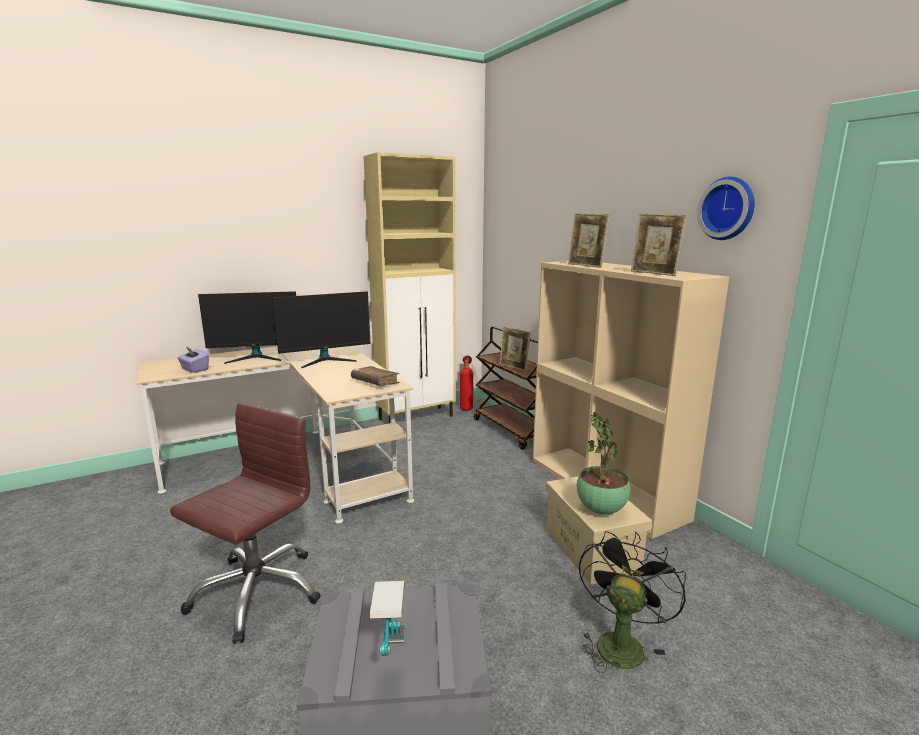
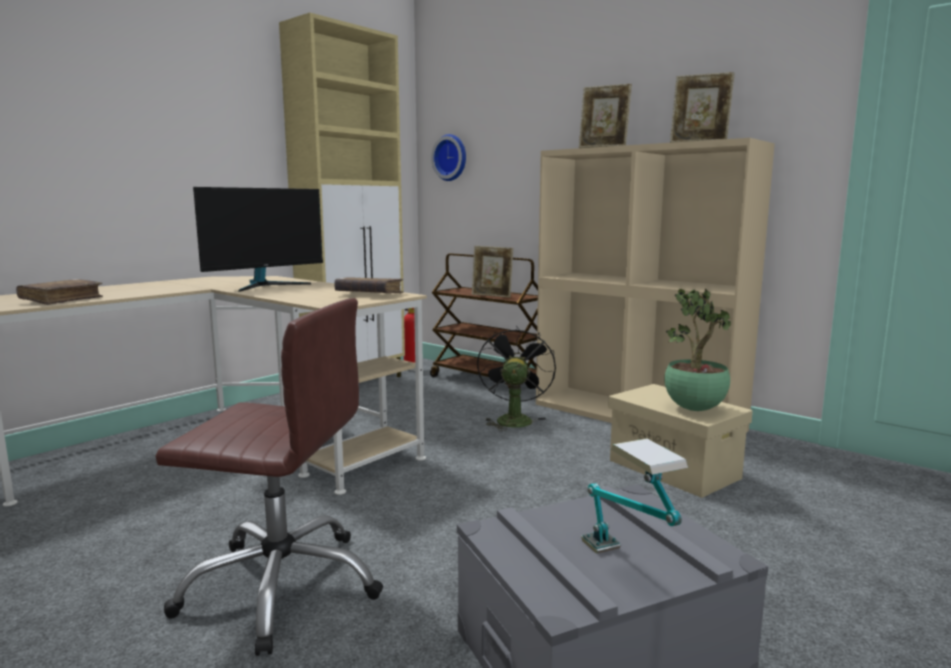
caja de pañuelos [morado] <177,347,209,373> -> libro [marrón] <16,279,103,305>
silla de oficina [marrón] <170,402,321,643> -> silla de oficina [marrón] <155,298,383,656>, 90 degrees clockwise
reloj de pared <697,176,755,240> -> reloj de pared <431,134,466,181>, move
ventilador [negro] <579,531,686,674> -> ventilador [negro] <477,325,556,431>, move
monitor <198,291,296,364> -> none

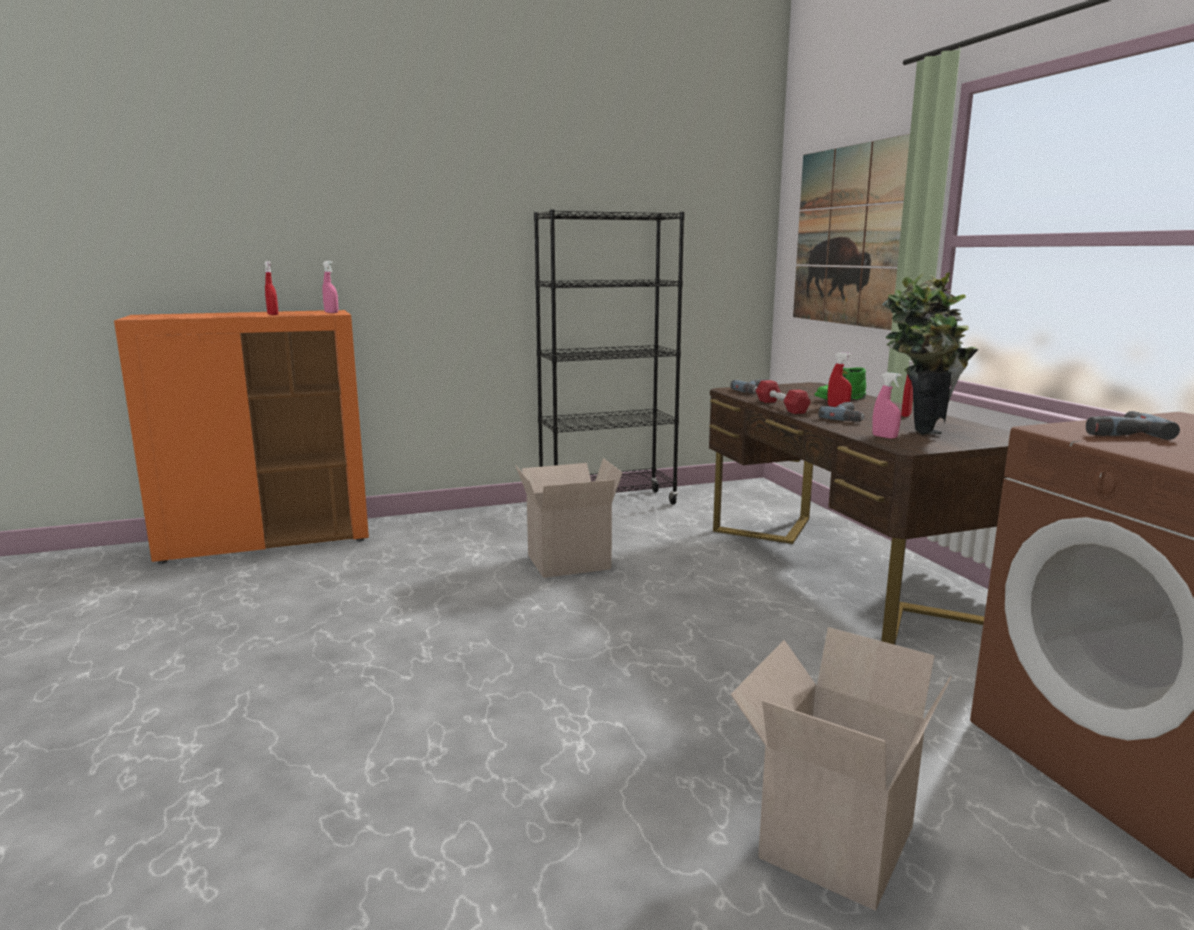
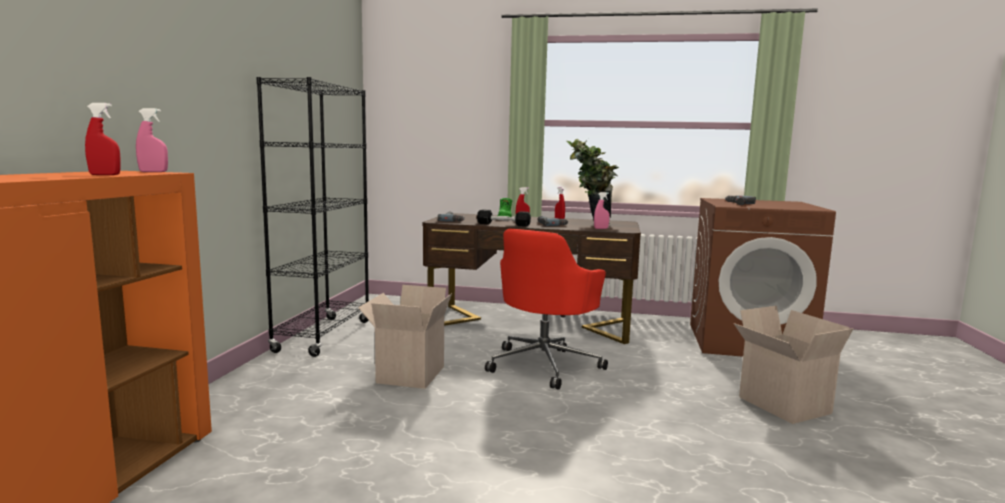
mancuerna [rojo] <756,380,811,414> -> mancuerna [negro] <477,209,531,227>
none -> silla de oficina [rojo] <485,229,608,390>
cuadro <793,134,910,330> -> none

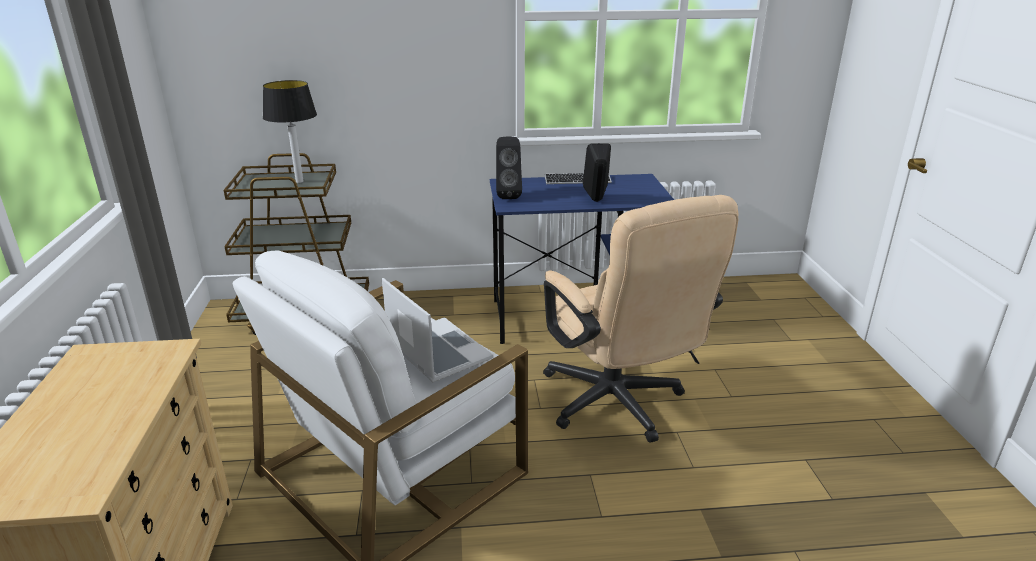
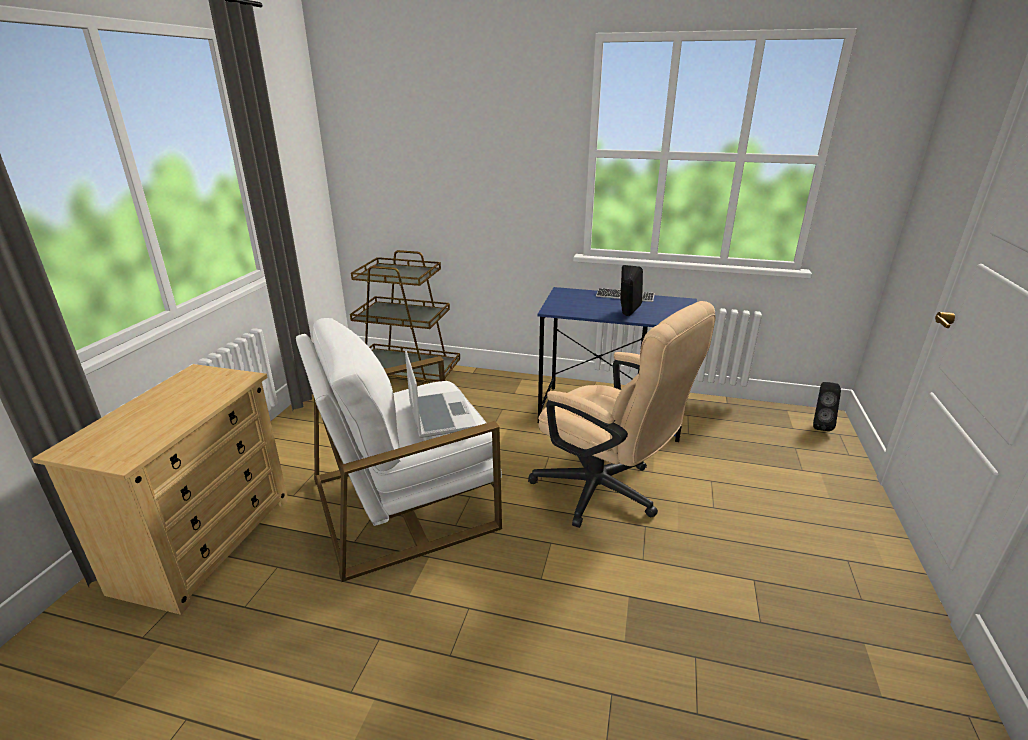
silla de oficina [beis] <543,195,739,442> -> silla de oficina [beis] <528,301,716,528>, 45 degrees counterclockwise
altavoz [negro] <496,137,522,199> -> altavoz [negro] <813,382,841,431>, move
lámpara de mesa <263,80,317,183> -> none

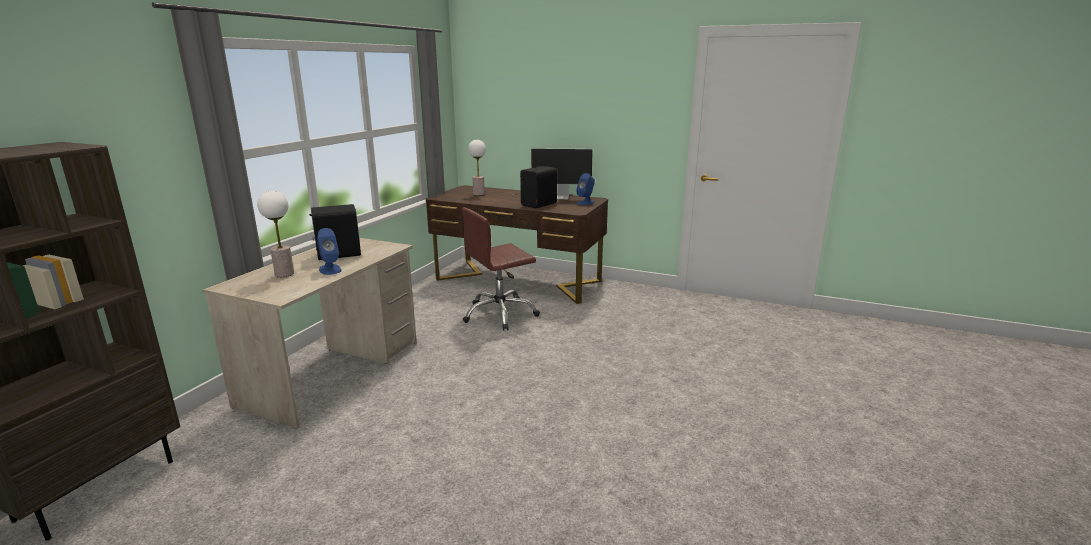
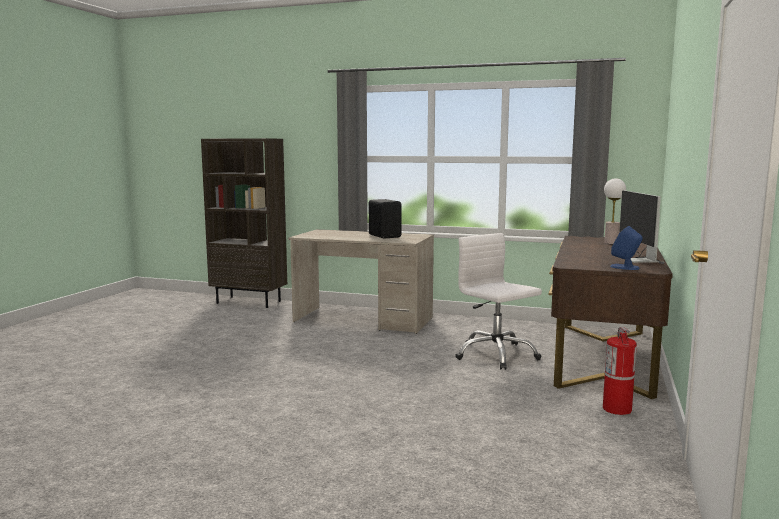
silla de oficina [marrón] <462,207,540,331> -> silla de oficina [blanco] <455,233,542,370>
none -> extintor <603,327,637,415>
lámpara de mesa <257,191,294,277> -> none
altavoz [azul] <317,228,342,275> -> none
altavoz [negro] <520,166,557,208> -> none

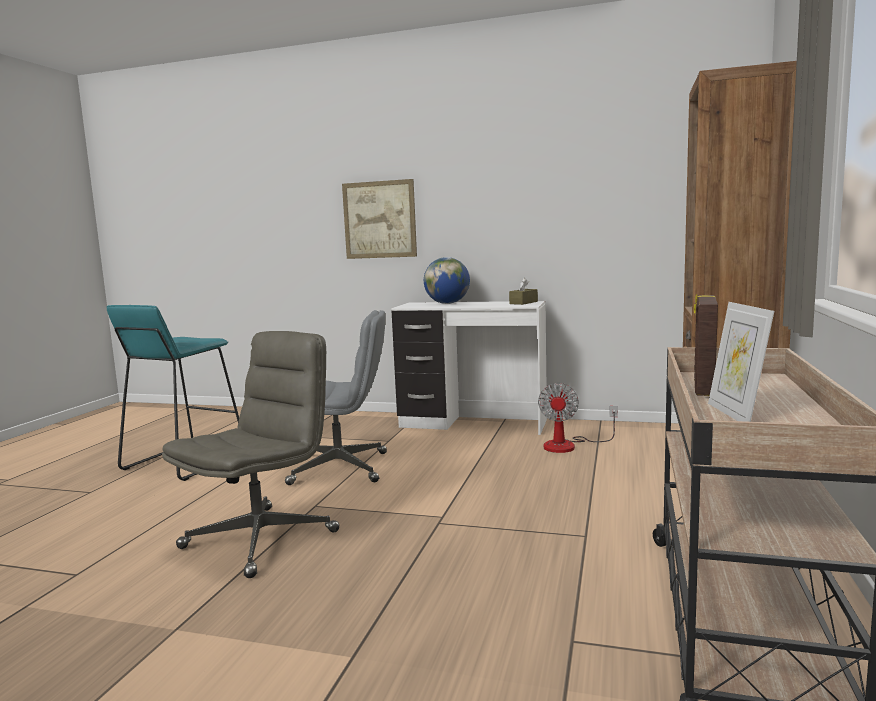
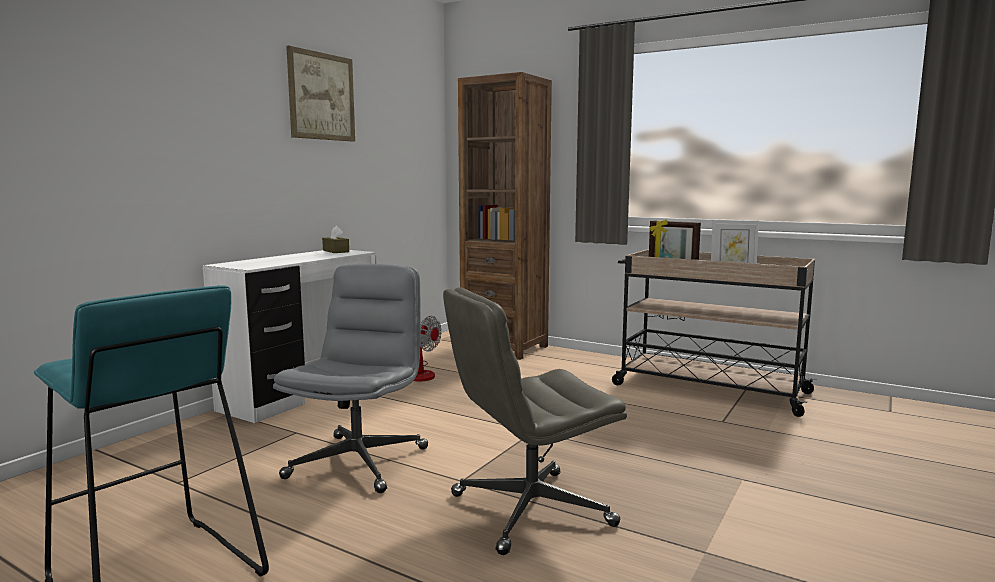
cuadro <342,179,417,259> -> cuadro <286,45,355,142>, move
silla de oficina [gris] <162,331,340,578> -> silla de oficina [gris] <443,287,627,555>, 75 degrees counterclockwise
globo terráqueo <424,257,470,304> -> none

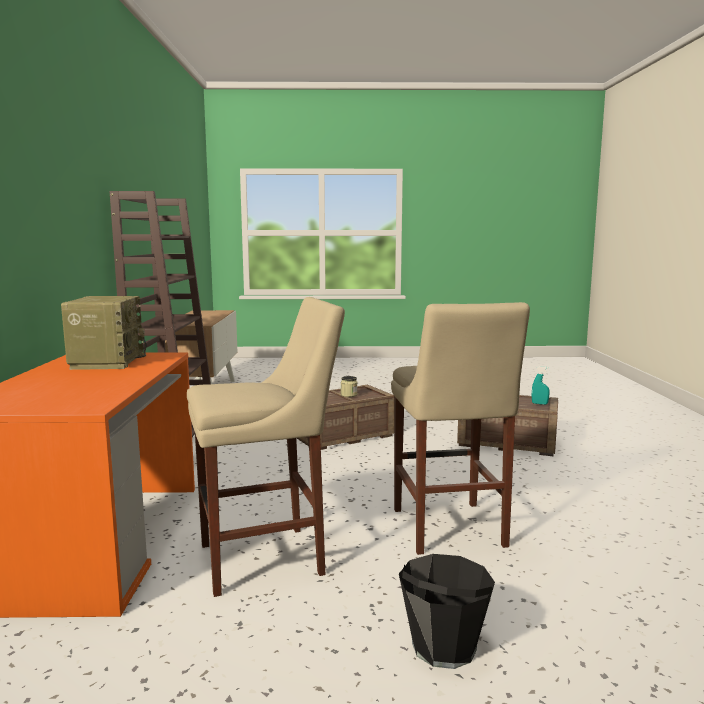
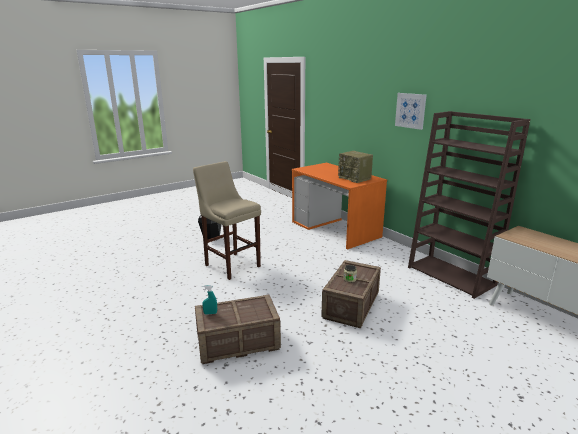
none -> cuadro <395,93,427,130>
taburete [beis] <187,297,345,597> -> none

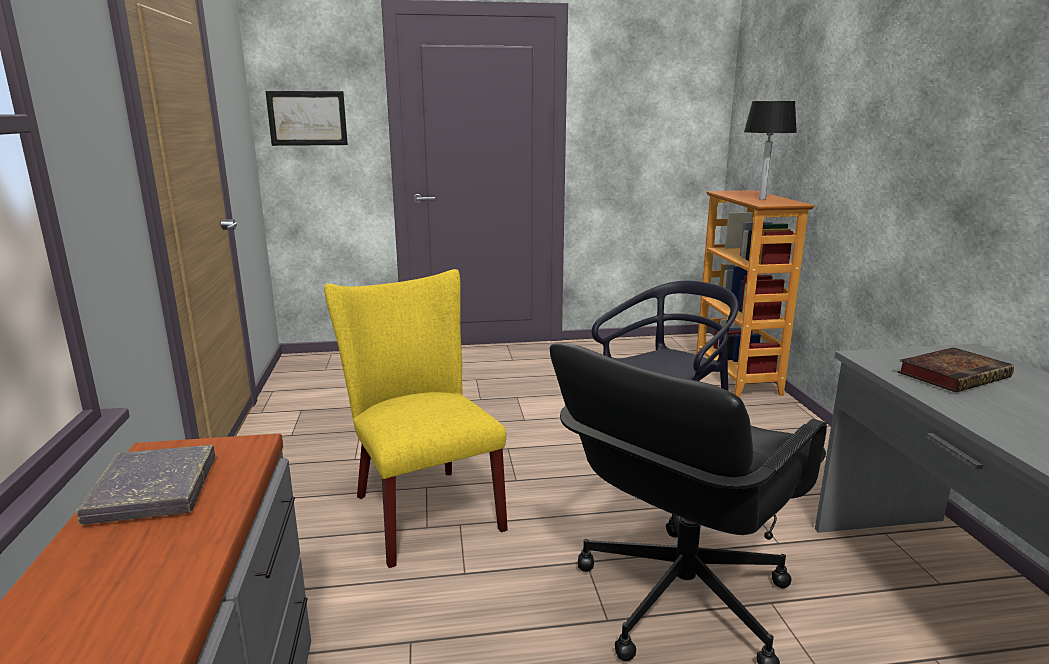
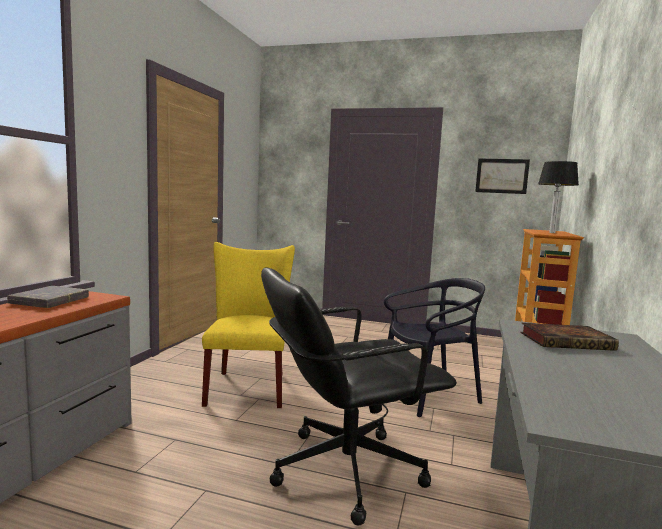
cuadro <265,91,348,146> -> cuadro <475,159,530,194>, move

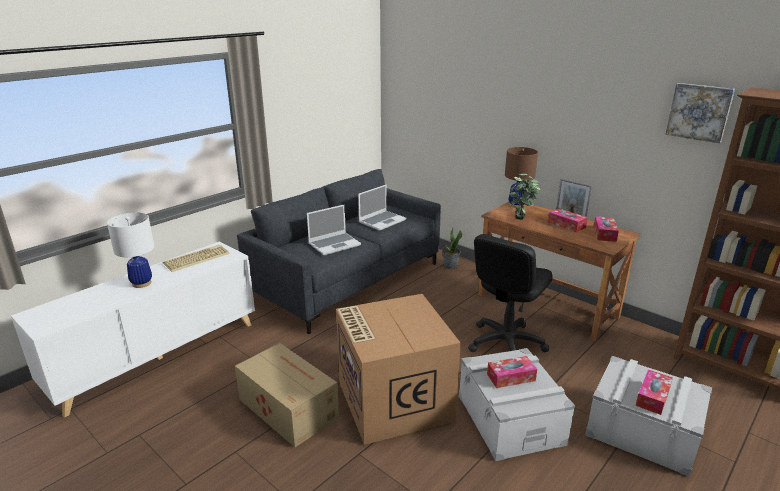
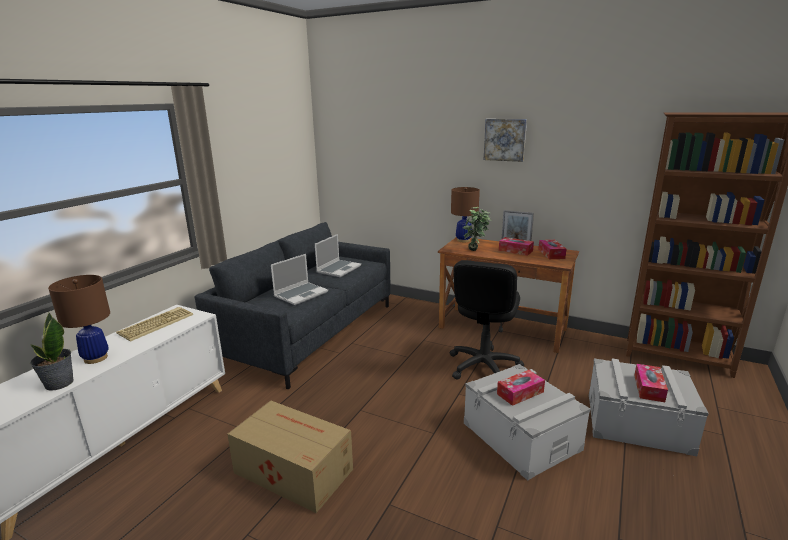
planta en maceta <442,227,462,269> -> planta en maceta <30,313,74,391>, move
lámpara de mesa [blanco] <107,212,154,288> -> lámpara de mesa [marrón] <48,275,110,364>
cuadro <665,83,735,143> -> cuadro <484,119,527,162>, move
caja de cartón <336,294,461,445> -> none

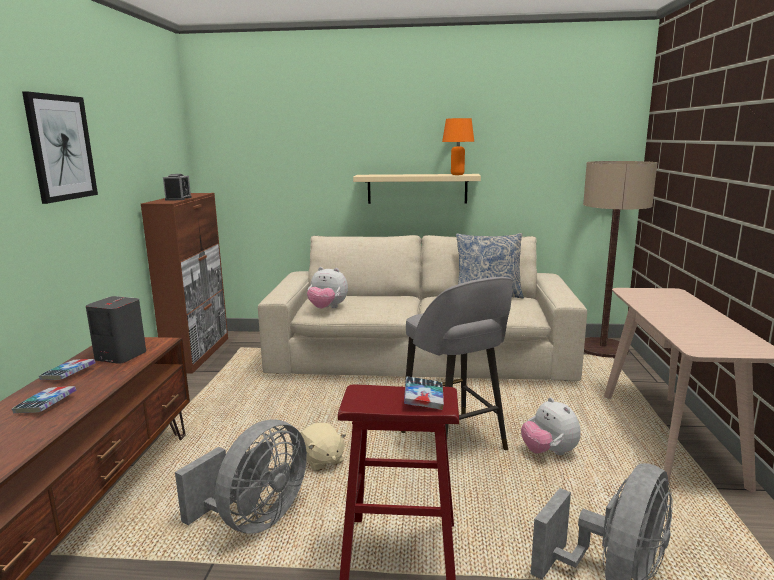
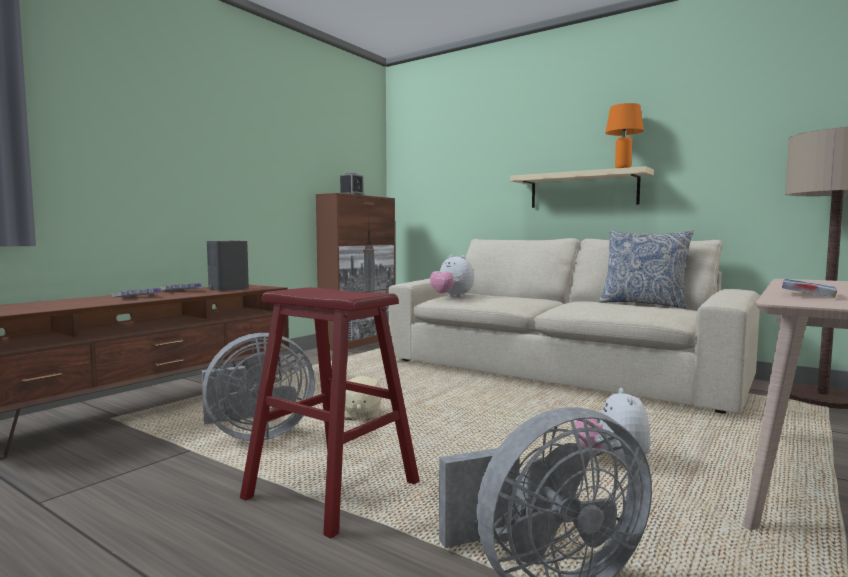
libro <404,377,444,410> -> libro <782,279,837,298>, move
cuadro <22,91,98,204> -> none
taburete [gris] <401,277,512,450> -> none

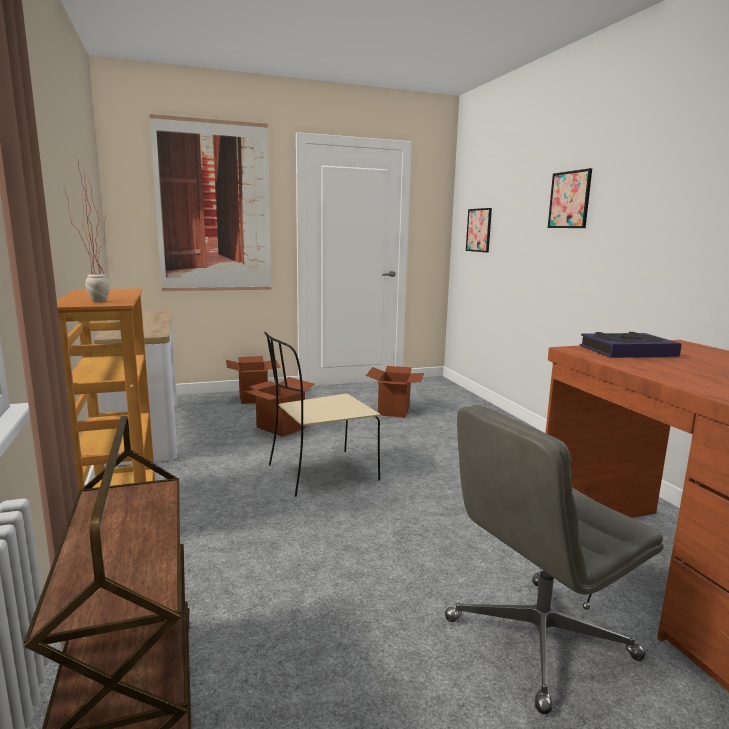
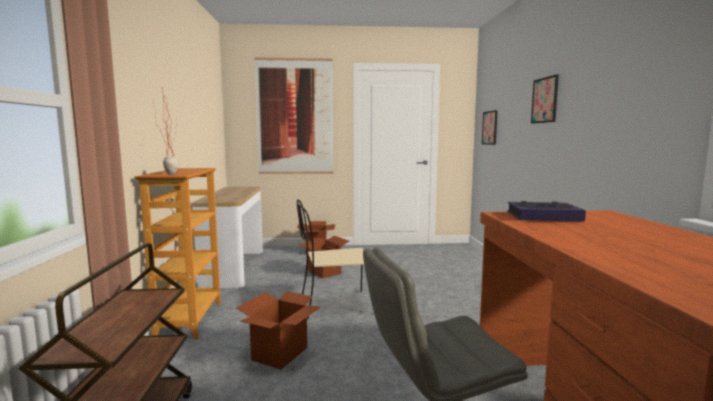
caja de cartón <366,366,424,418> -> caja de cartón <236,291,321,369>, move

